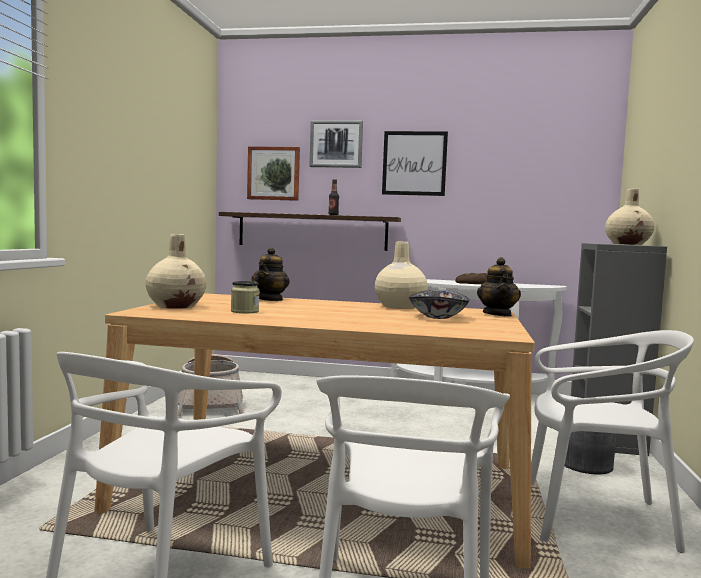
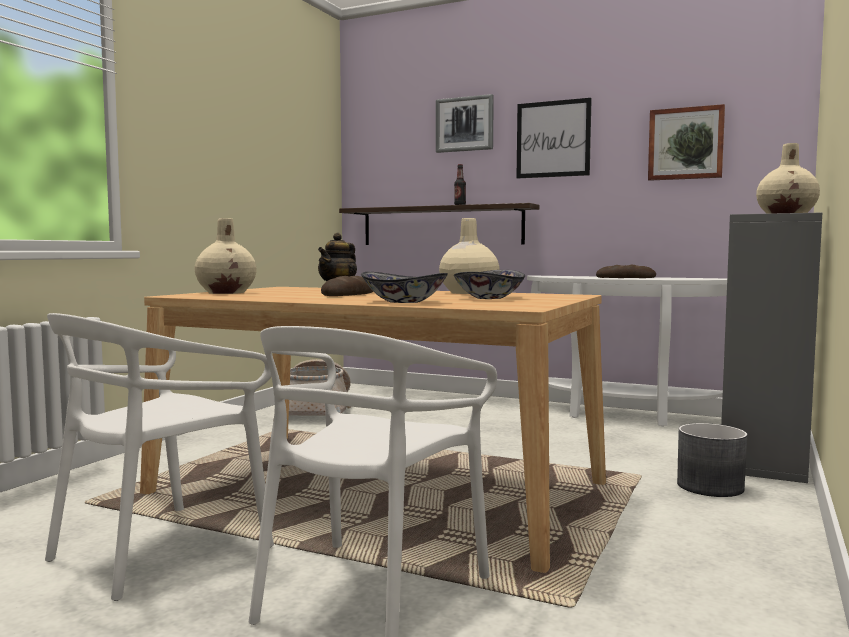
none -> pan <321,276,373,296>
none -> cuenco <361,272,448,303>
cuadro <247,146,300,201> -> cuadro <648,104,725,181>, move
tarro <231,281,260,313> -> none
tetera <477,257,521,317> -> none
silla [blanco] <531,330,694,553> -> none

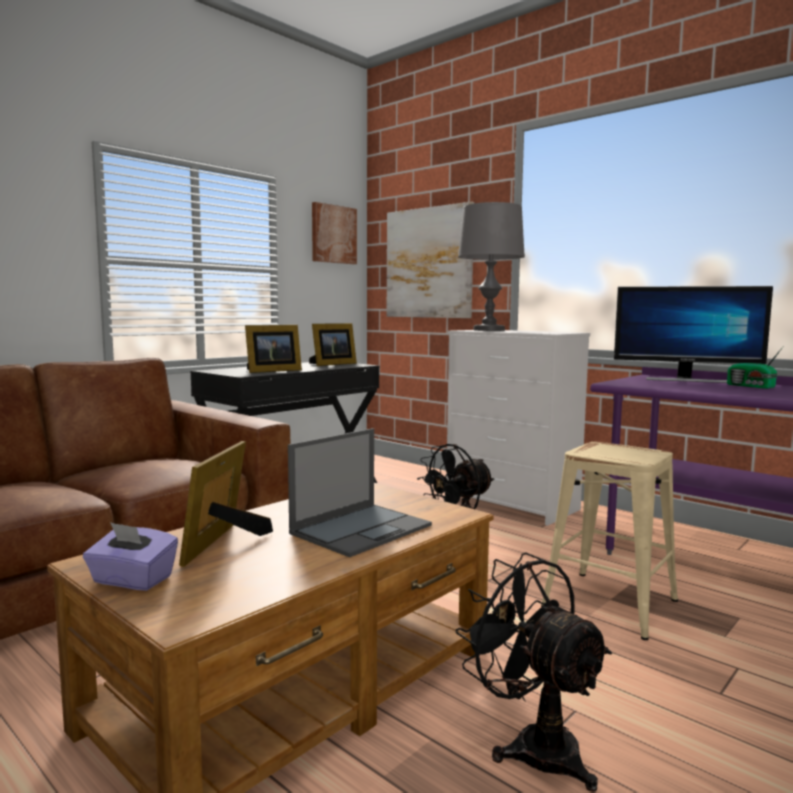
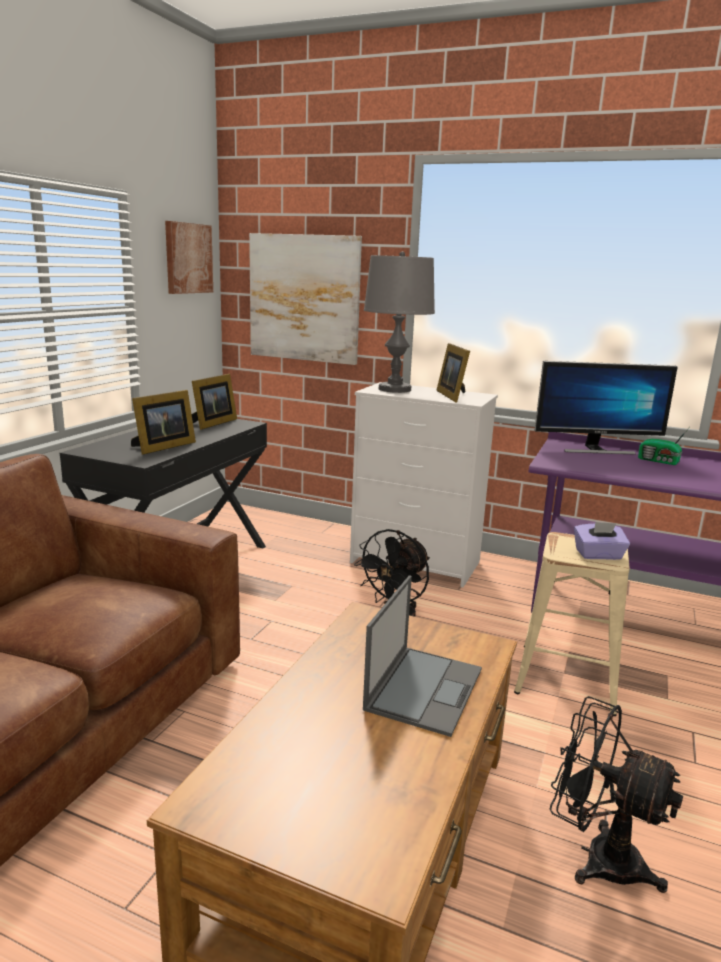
portarretratos <179,441,273,567> -> portarretratos <436,343,470,402>, move
caja de pañuelos [morado] <83,522,178,591> -> caja de pañuelos [morado] <574,522,630,560>, move

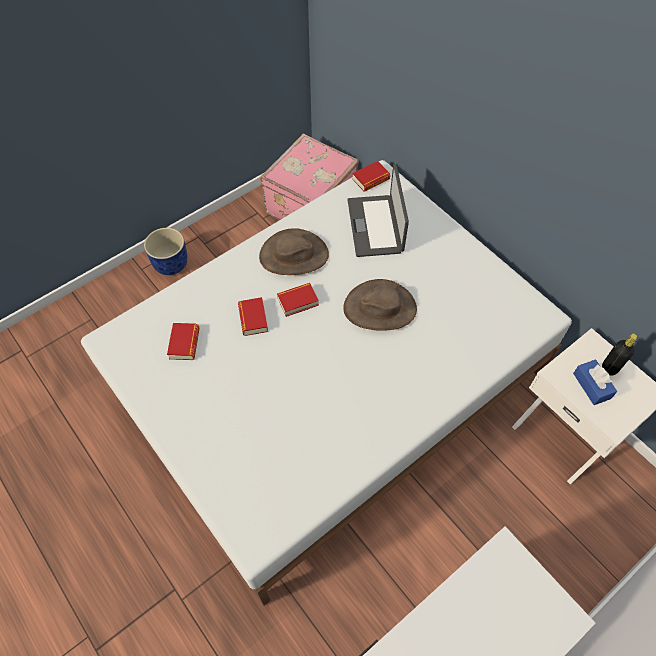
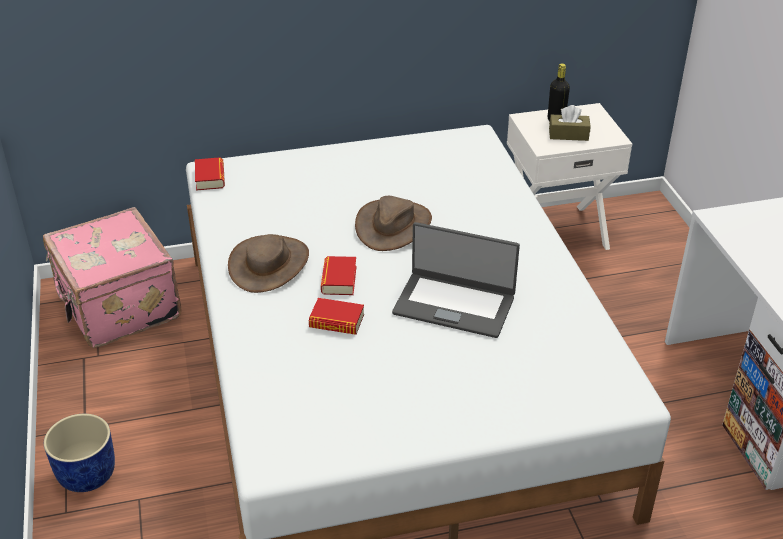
portátil <347,164,409,257> -> portátil <392,222,520,338>, move
caja de pañuelos [azul] <573,359,617,405> -> caja de pañuelos [marrón] <549,105,591,141>
libro <167,323,200,360> -> none

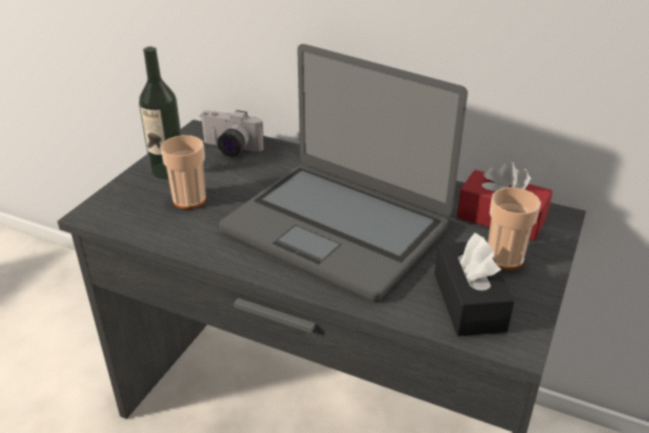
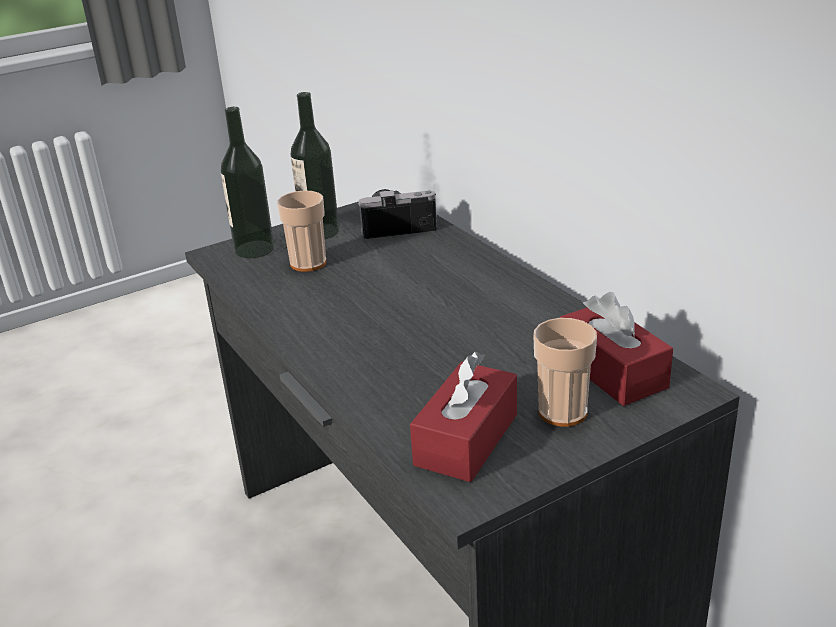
none -> botella <221,107,274,258>
cámara <200,110,264,157> -> cámara <357,189,437,239>, 120 degrees clockwise
caja de pañuelos [negro] <434,233,514,336> -> caja de pañuelos [rojo] <410,352,517,482>
portátil <219,44,468,301> -> none

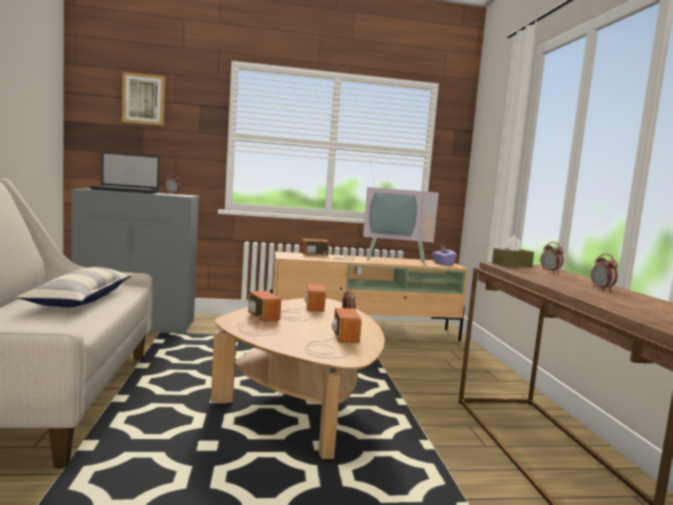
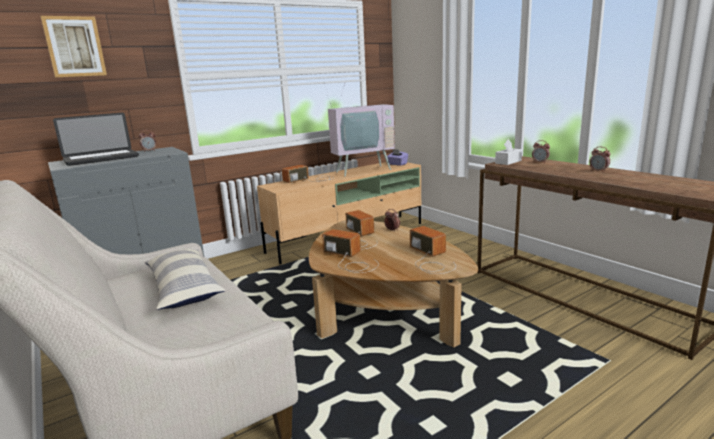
caja de pañuelos [marrón] <492,235,534,267> -> caja de pañuelos [blanco] <495,139,522,165>

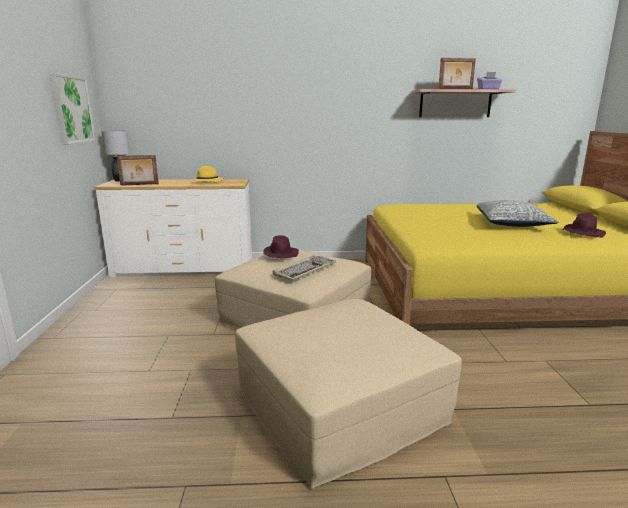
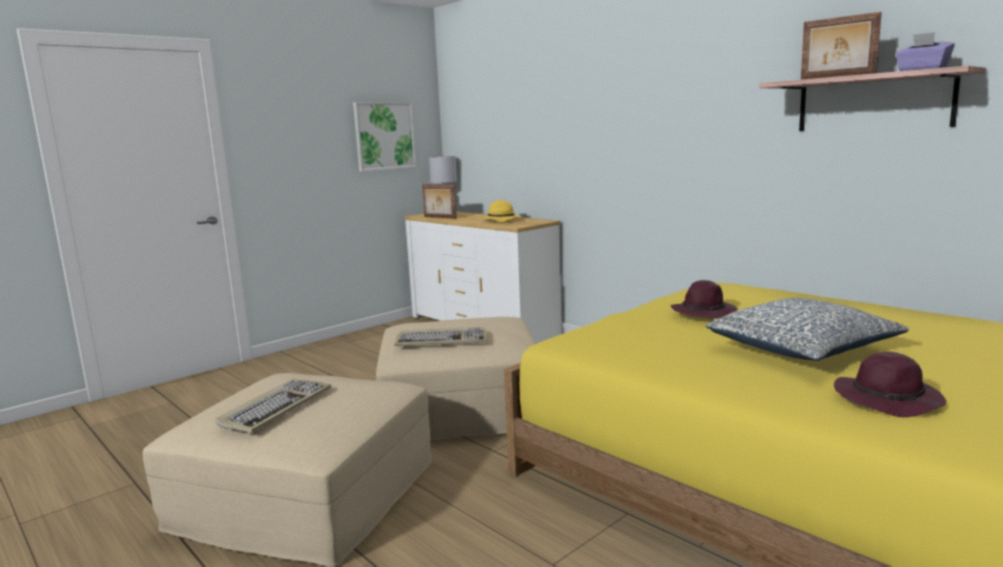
none -> teclado <215,378,331,433>
sombrero [morado] <263,235,299,258> -> sombrero [morado] <671,280,738,319>, move

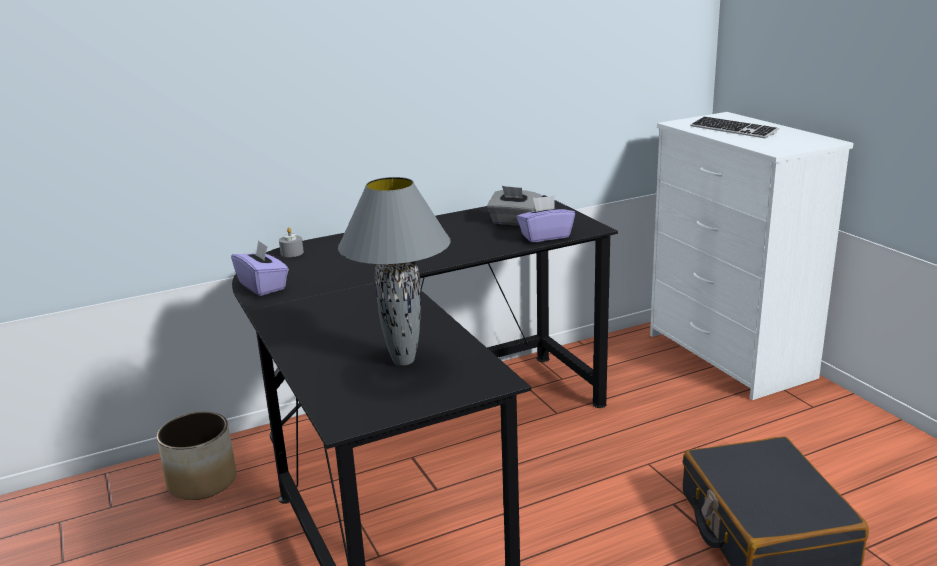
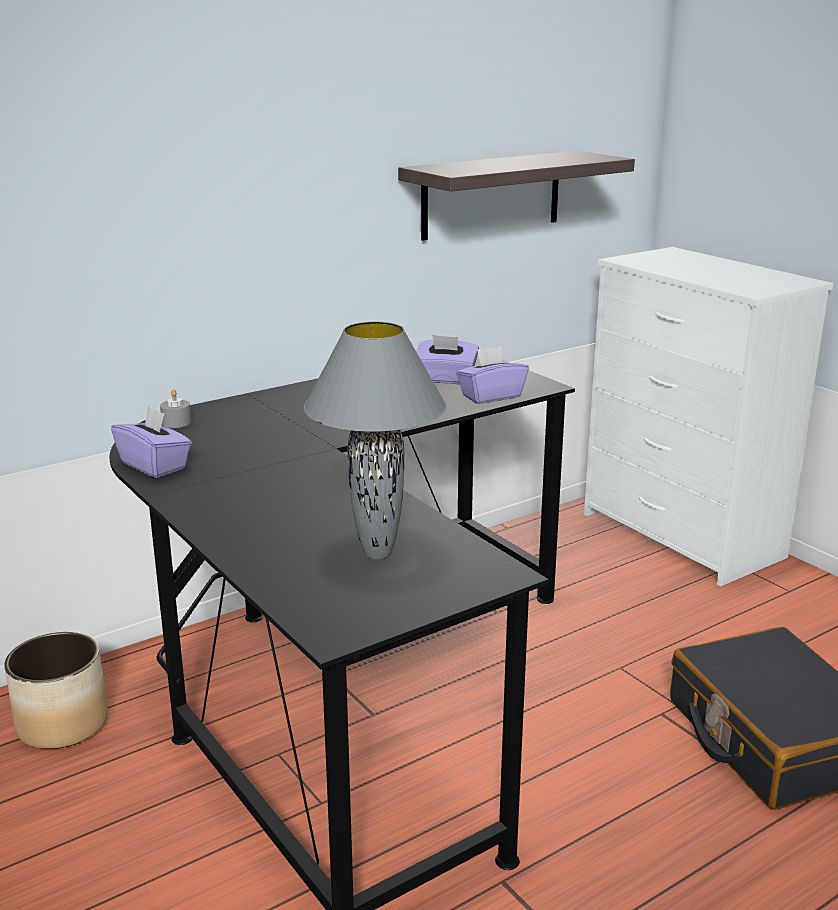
none -> estante <398,151,635,241>
caja de pañuelos [gris] <487,186,542,226> -> caja de pañuelos [morado] <417,335,479,384>
teclado <690,116,779,138> -> none

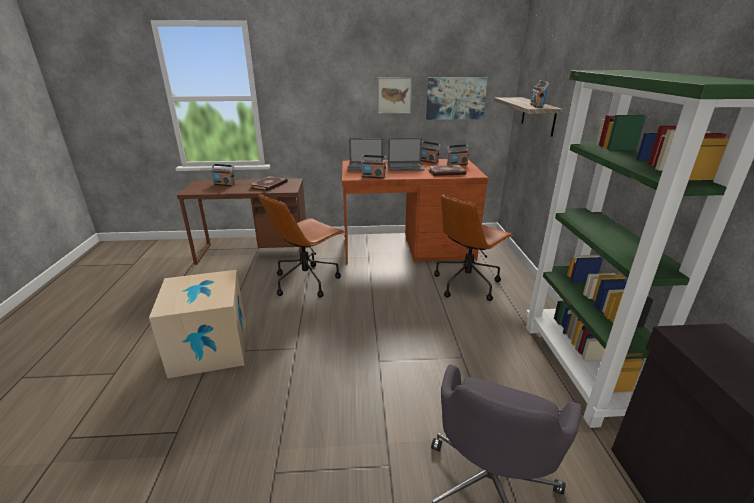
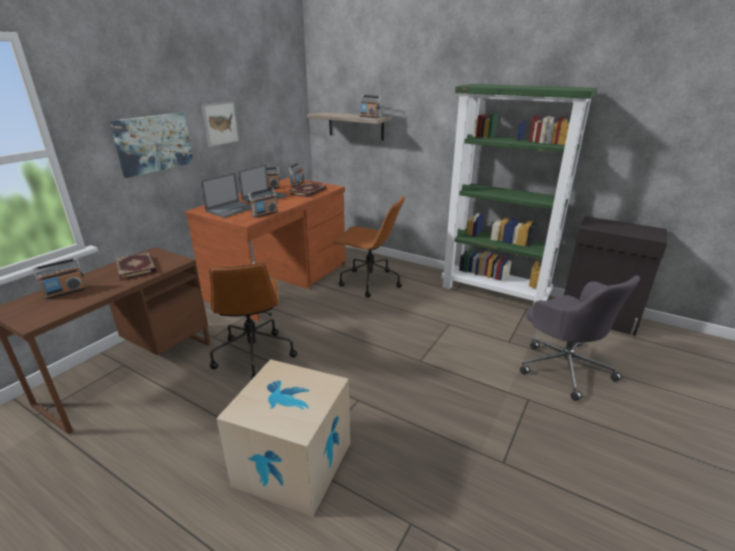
cuadro <426,77,488,120> -> cuadro <110,112,193,178>, move
silla de oficina [marrón] <434,194,514,301> -> silla de oficina [marrón] <332,195,405,298>, 60 degrees counterclockwise

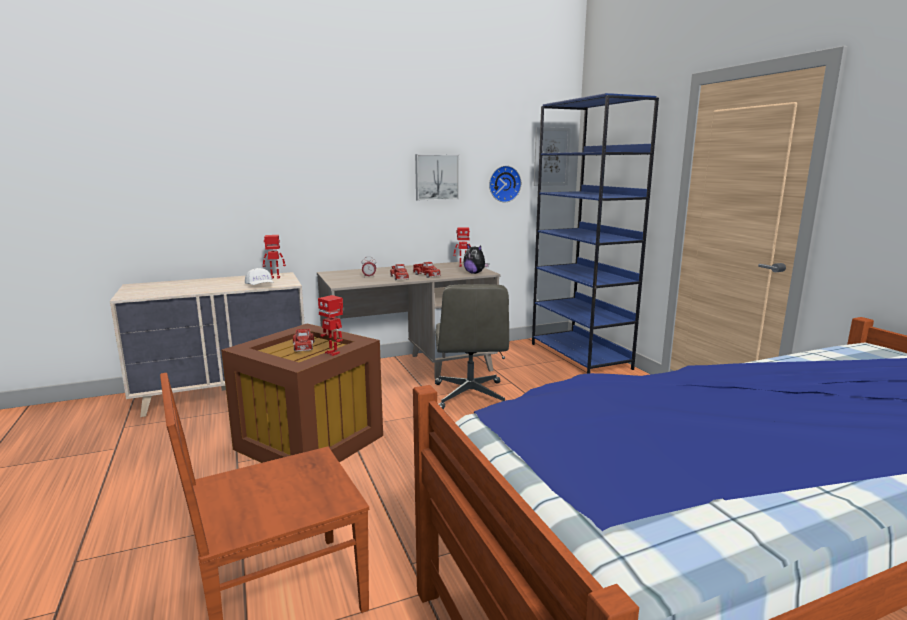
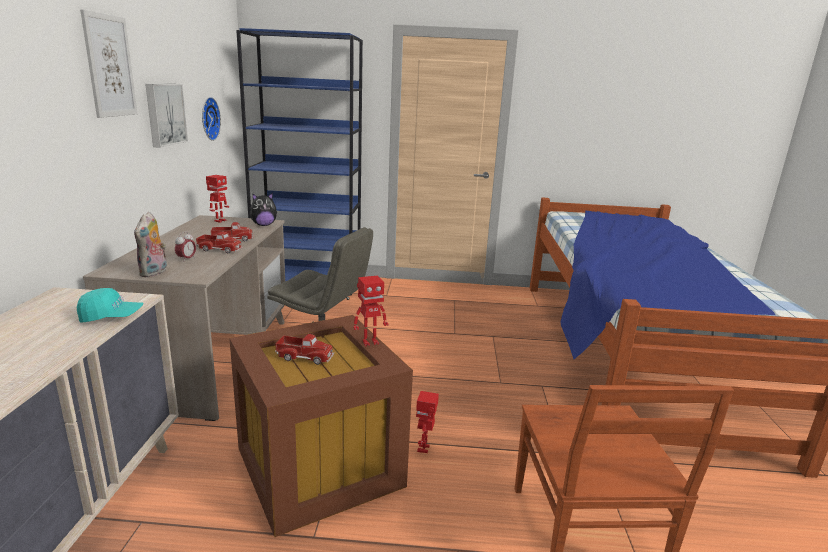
gorra [blanco] <245,268,273,285> -> gorra [turquesa] <77,288,143,322>
cuadro <534,127,571,186> -> cuadro <80,9,138,118>, move
none -> peluche <134,212,167,278>
robot de juguete <263,235,286,279> -> robot de juguete <416,391,439,453>, move

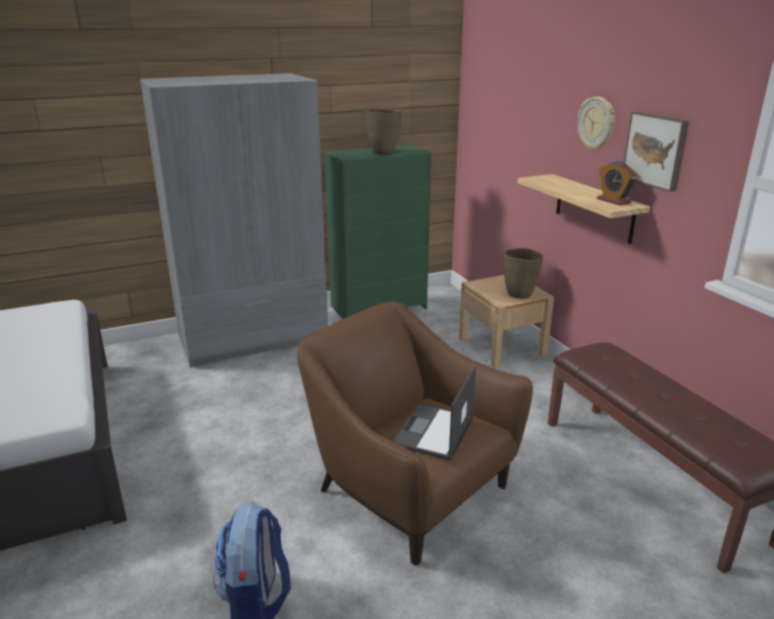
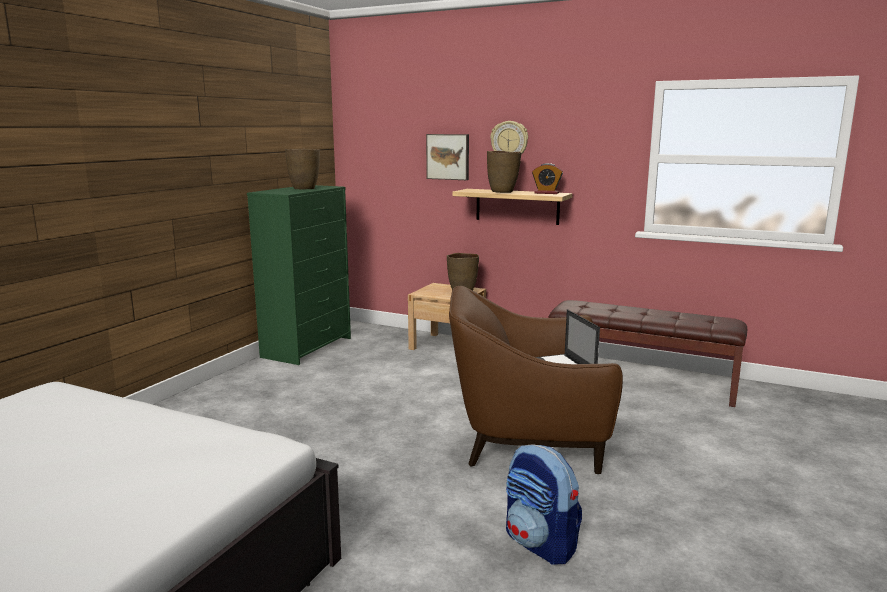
cuadro <624,112,690,192> -> cuadro <426,134,469,180>, move
none -> florero [marrón] <487,151,521,193>
armario ropero [gris] <140,73,328,368> -> none

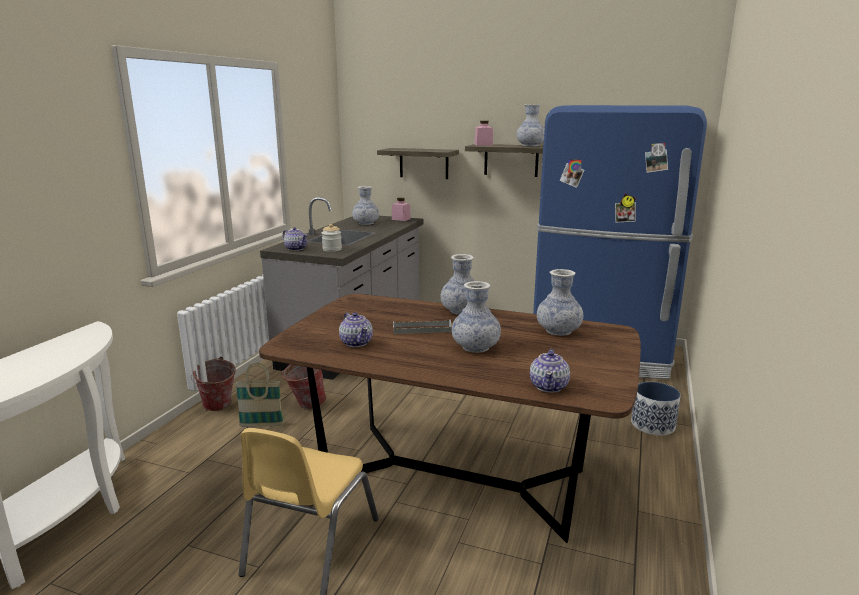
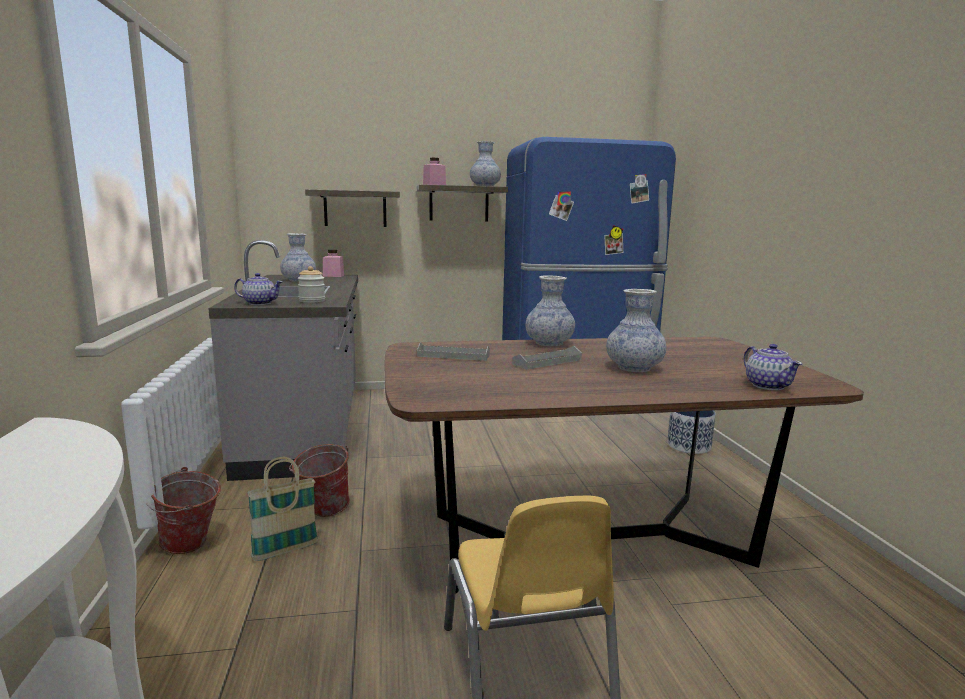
none -> bandeja [gris] <417,342,490,361>
tetera <339,312,373,347> -> none
florero <537,269,583,336> -> none

